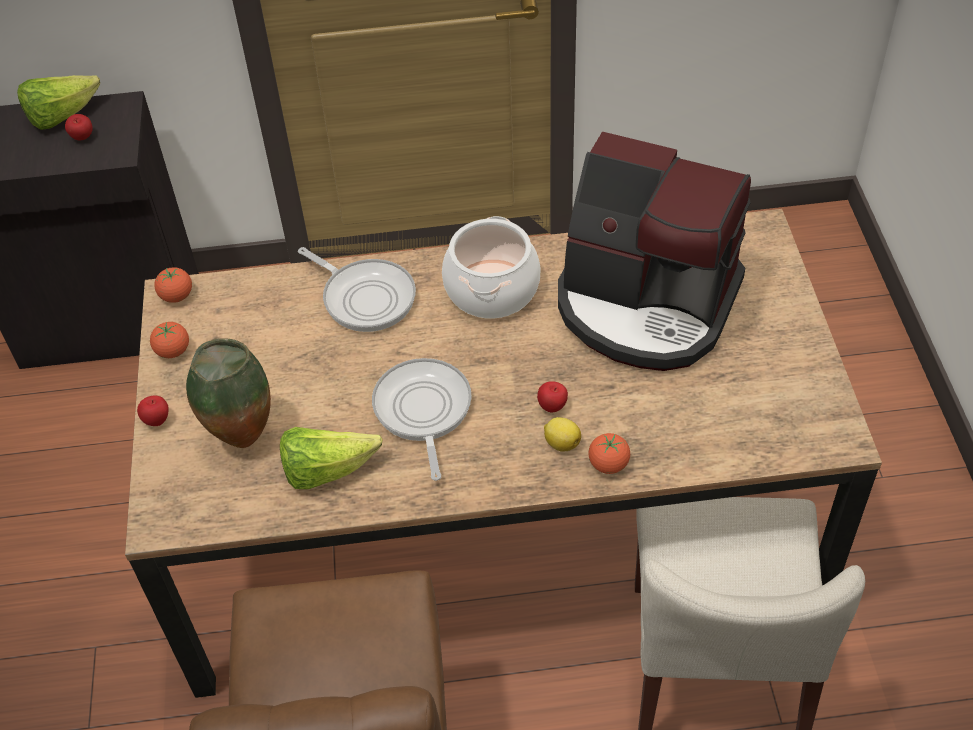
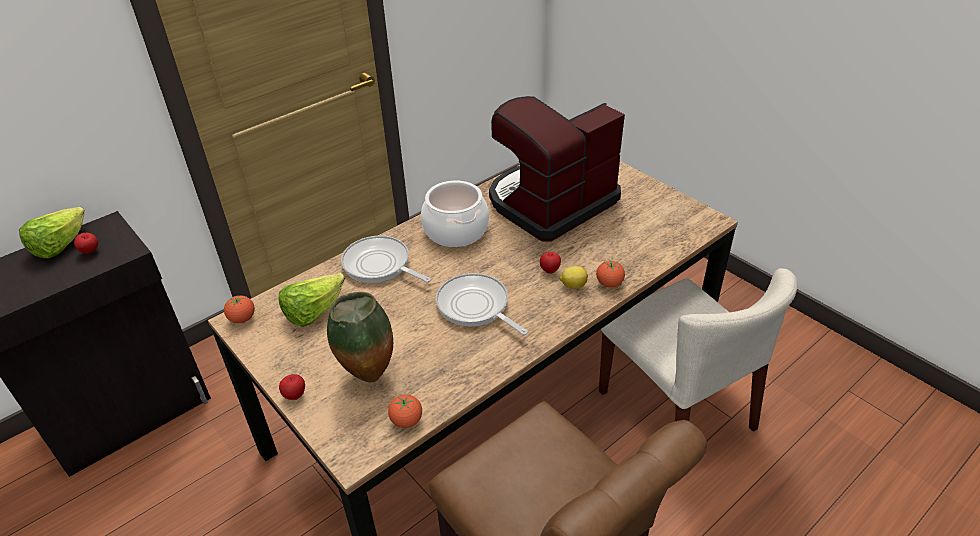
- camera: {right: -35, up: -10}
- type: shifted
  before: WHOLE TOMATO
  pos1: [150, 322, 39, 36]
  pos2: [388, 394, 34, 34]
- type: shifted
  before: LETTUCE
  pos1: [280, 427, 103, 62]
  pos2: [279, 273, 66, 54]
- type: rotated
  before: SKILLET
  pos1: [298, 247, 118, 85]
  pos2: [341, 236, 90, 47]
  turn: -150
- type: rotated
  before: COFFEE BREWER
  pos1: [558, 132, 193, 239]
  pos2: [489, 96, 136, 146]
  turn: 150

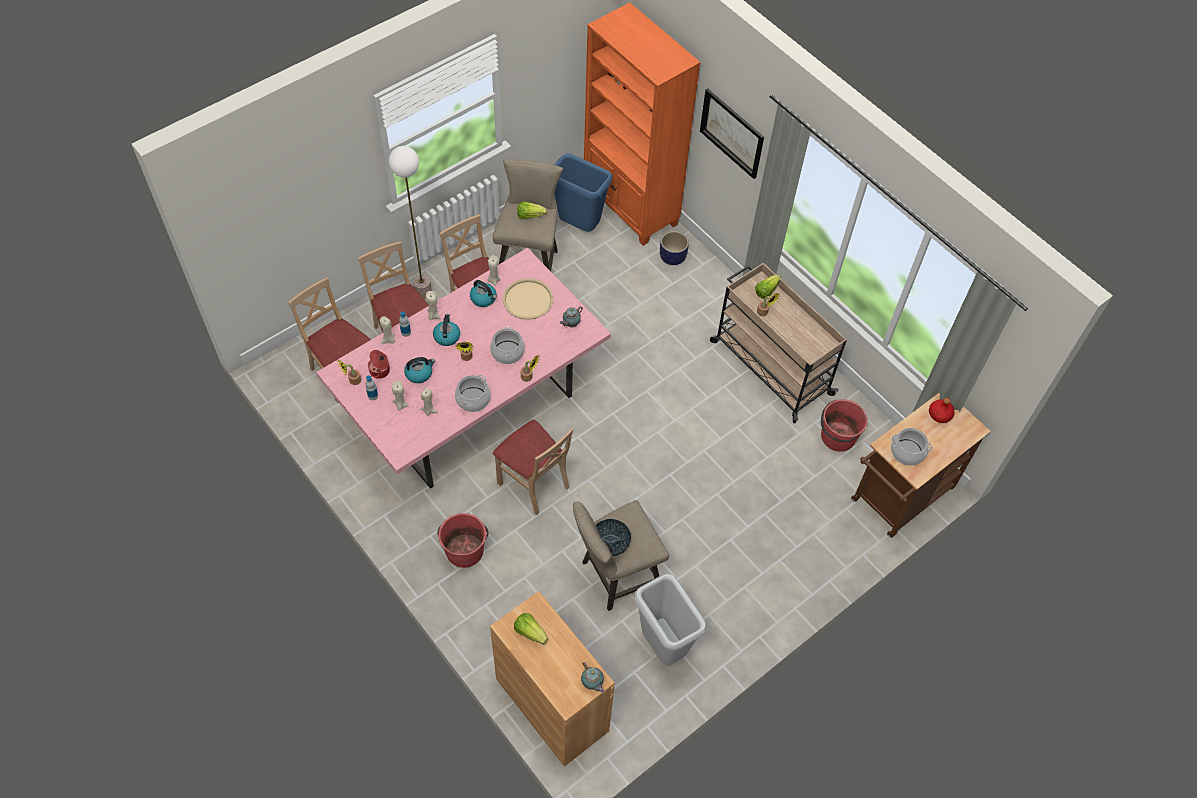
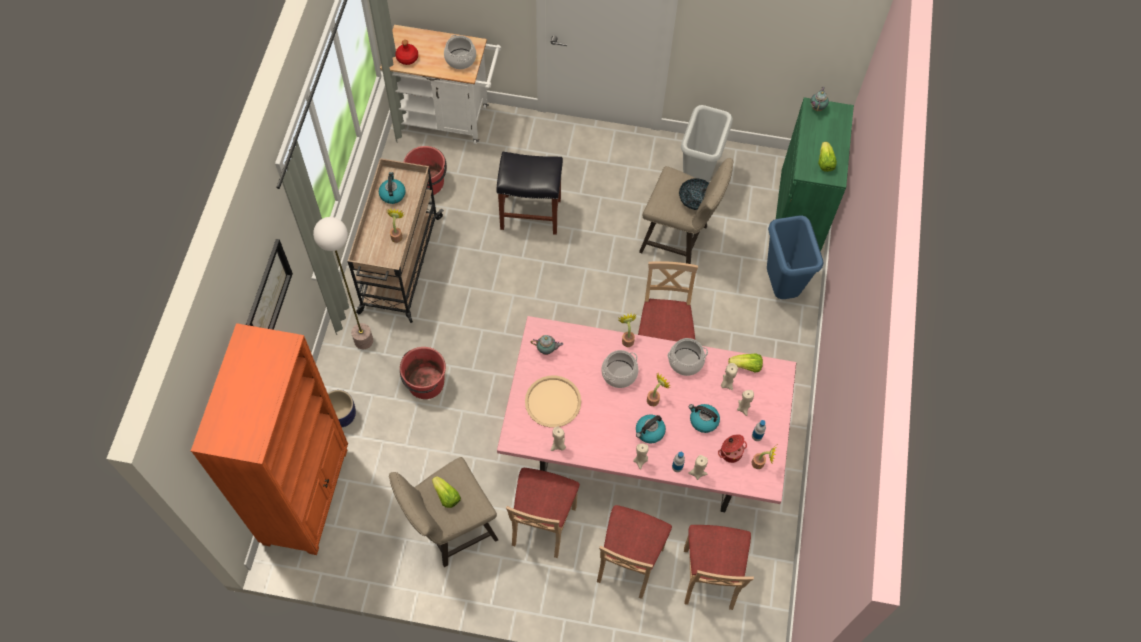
- camera: {right: -130, up: 5}
- type: shifted
  before: STANDING LAMP
  pos1: [389, 146, 43, 154]
  pos2: [313, 217, 60, 132]
- type: shifted
  before: RED BUCKET
  pos1: [437, 513, 52, 55]
  pos2: [400, 347, 46, 52]
- type: shifted
  before: WATER KETTLE
  pos1: [470, 280, 27, 27]
  pos2: [379, 172, 27, 32]
- type: repainted
  before: BROWN STORAGE CABINET
  after: GREENISH STORAGE CABINET
  pos1: [490, 591, 125, 176]
  pos2: [776, 97, 78, 155]
- type: shifted
  before: BLUE-COLOURED TRASH CAN
  pos1: [554, 153, 58, 79]
  pos2: [767, 215, 57, 84]
- type: shifted
  before: LETTUCE
  pos1: [755, 275, 26, 24]
  pos2: [728, 354, 35, 19]
- type: repainted
  before: BROWN WHEELED CART
  after: WHITISH WHEELED CART
  pos1: [851, 393, 140, 145]
  pos2: [380, 25, 121, 119]
- type: new
  after: BLACKISH SITTING STOOL
  pos2: [496, 152, 67, 83]

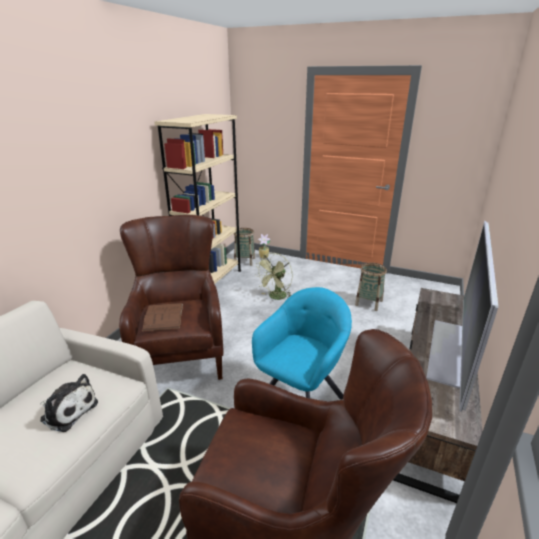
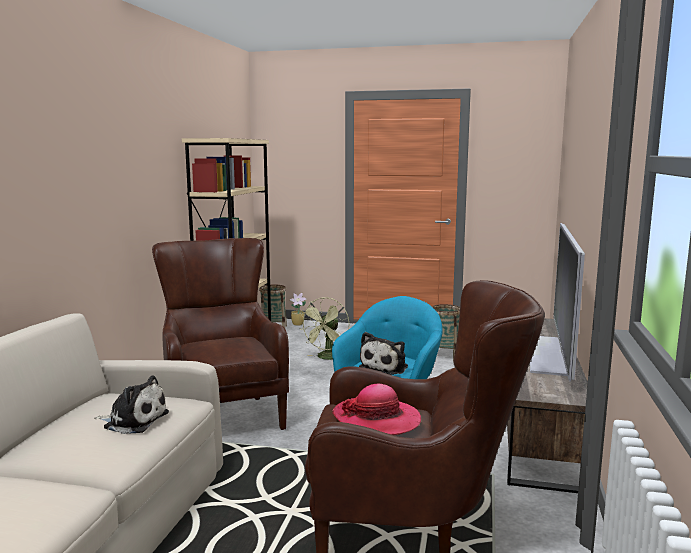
- camera: {right: -10, up: -15}
- type: gone
  before: BROWN BOOK
  pos1: [142, 303, 41, 28]
- type: new
  after: CLOTHING HAT
  pos2: [332, 384, 89, 51]
- type: new
  after: CUDDLY TOY
  pos2: [359, 332, 49, 43]

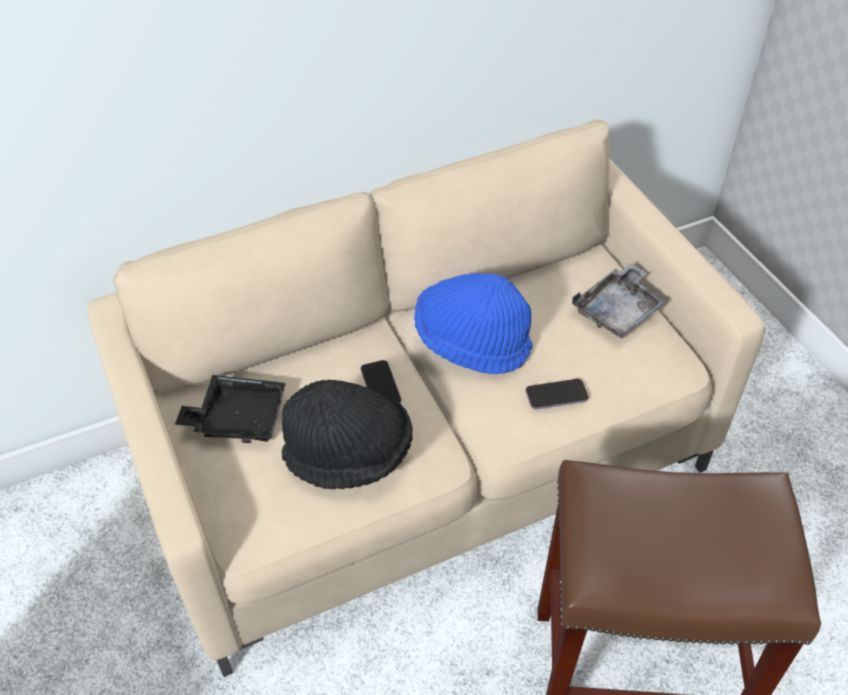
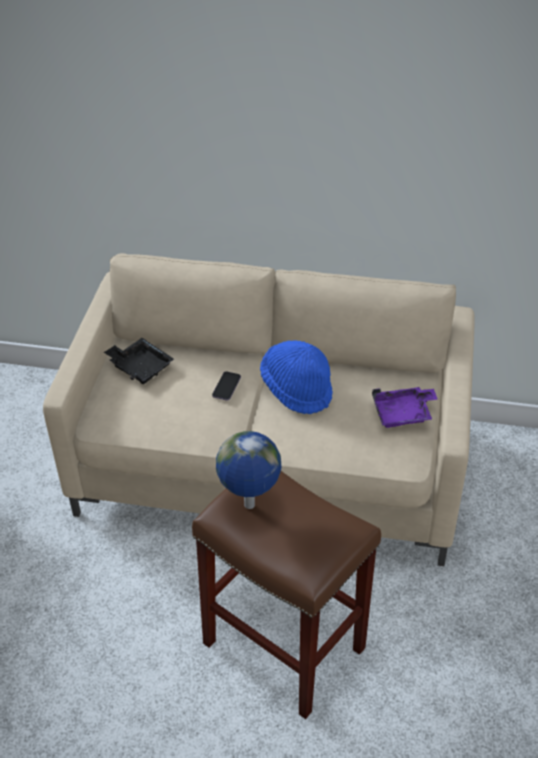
- camera: {right: 35, up: -5}
- type: gone
  before: BLACKISH CLOTHING HAT
  pos1: [282, 380, 131, 109]
- type: gone
  before: TELEPHONE
  pos1: [526, 379, 63, 31]
- type: repainted
  before: GREY CARRYING TRAY
  after: PURPLISH CARRYING TRAY
  pos1: [572, 263, 95, 75]
  pos2: [372, 387, 65, 41]
- type: new
  after: DESK GLOBE
  pos2: [216, 431, 65, 78]

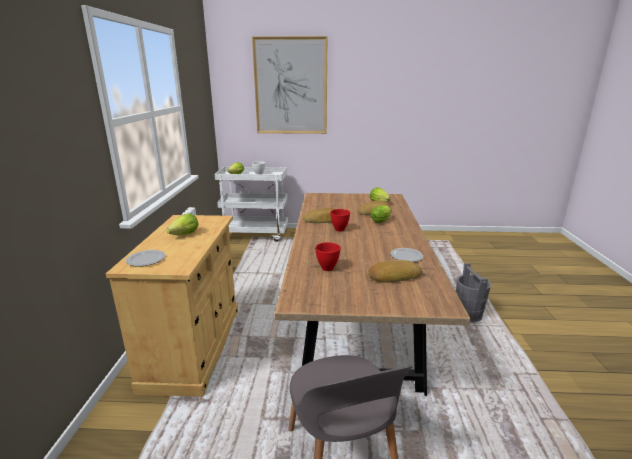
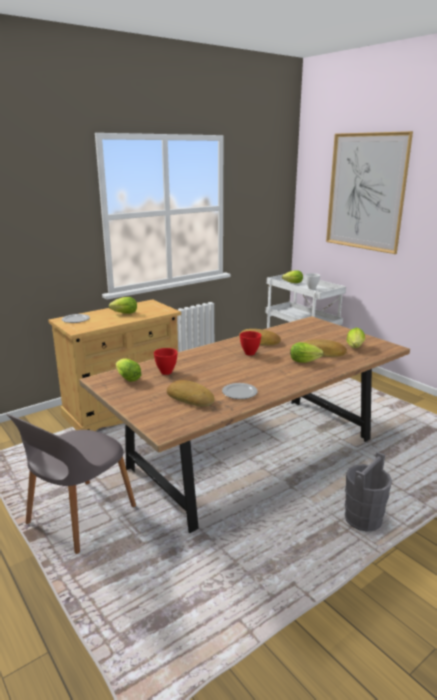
- camera: {right: 50, up: 0}
- type: new
  after: LETTUCE
  pos2: [116, 359, 26, 23]

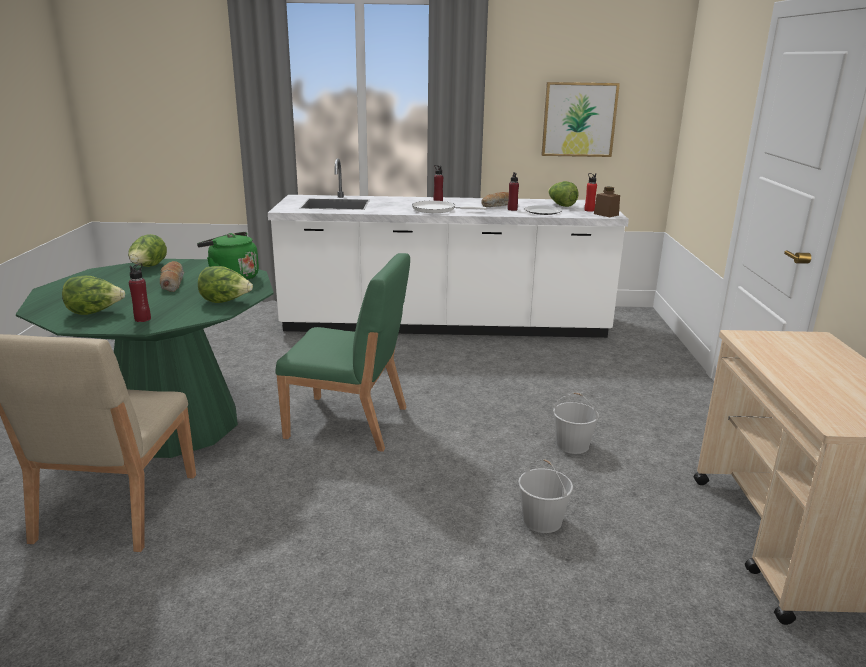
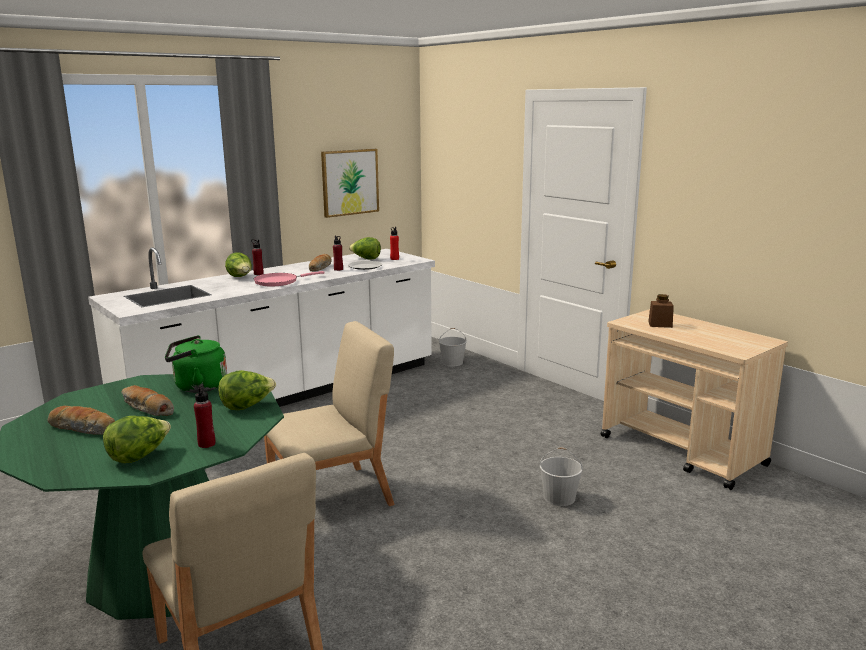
- camera: {right: -40, up: -5}
- type: shifted
  before: LETTUCE
  pos1: [128, 234, 39, 33]
  pos2: [225, 253, 27, 24]
- type: repainted
  before: GREENISH PLAIN CHAIR
  after: BEIGE-COLOURED PLAIN CHAIR
  pos1: [275, 253, 135, 199]
  pos2: [264, 321, 131, 185]
- type: repainted
  before: WHITISH SKILLET
  after: PINK-COLOURED SKILLET
  pos1: [412, 201, 75, 12]
  pos2: [254, 271, 71, 15]
- type: shifted
  before: WHITISH BUCKET
  pos1: [553, 393, 46, 61]
  pos2: [439, 328, 28, 38]
- type: shifted
  before: BROWN PRESERVE JAR
  pos1: [594, 187, 26, 30]
  pos2: [648, 294, 26, 34]
- type: new
  after: BREAD
  pos2: [48, 406, 67, 29]

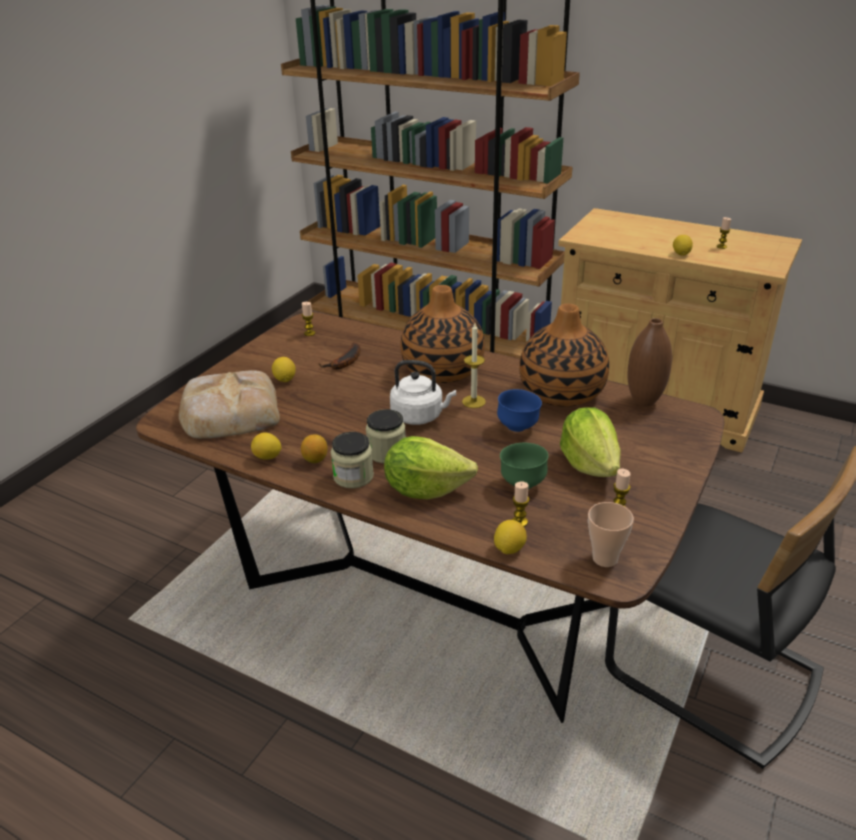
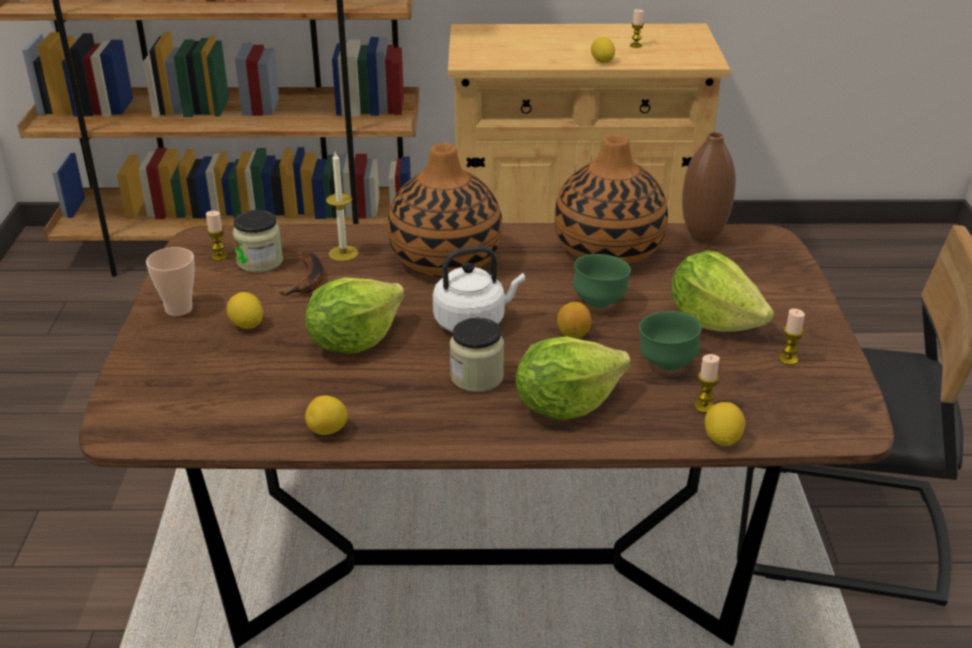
- camera: {right: -30, up: 0}
- type: gone
  before: BREAD
  pos1: [179, 370, 101, 69]
- type: shifted
  before: LEMON
  pos1: [301, 434, 26, 29]
  pos2: [557, 302, 34, 37]
- type: shifted
  before: PRESERVE JAR
  pos1: [331, 432, 43, 56]
  pos2: [233, 210, 50, 63]
- type: shifted
  before: WAX CANDLE
  pos1: [462, 323, 24, 85]
  pos2: [326, 152, 33, 109]
- type: repainted
  before: BLUE-COLOURED BOWL
  after: GREENISH BOWL
  pos1: [497, 389, 45, 43]
  pos2: [573, 254, 58, 54]
- type: shifted
  before: CUP
  pos1: [588, 502, 46, 65]
  pos2: [146, 247, 49, 69]
- type: new
  after: LETTUCE
  pos2: [305, 277, 100, 77]

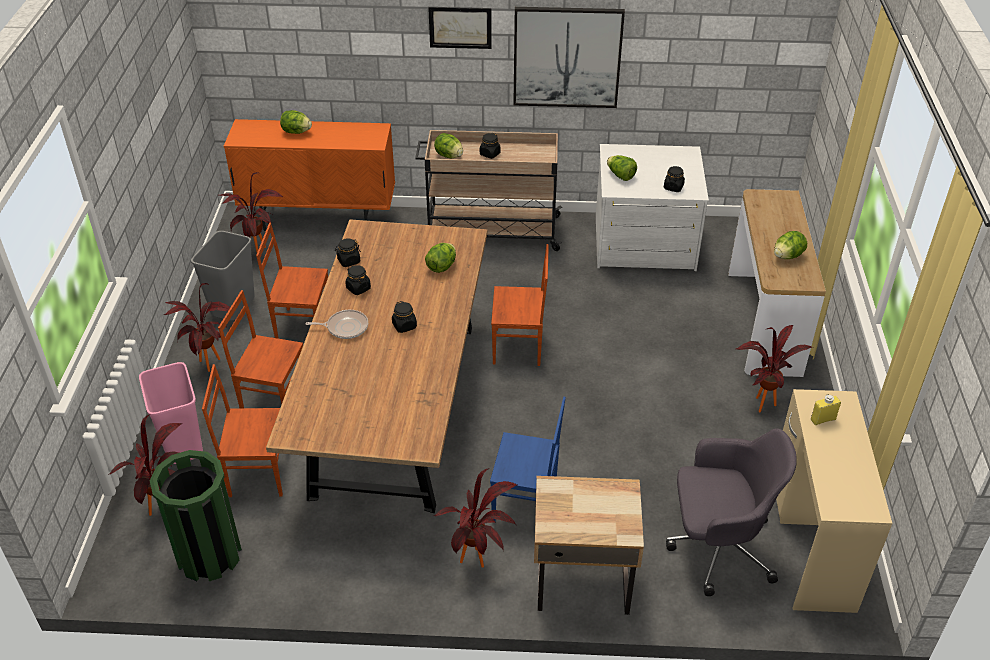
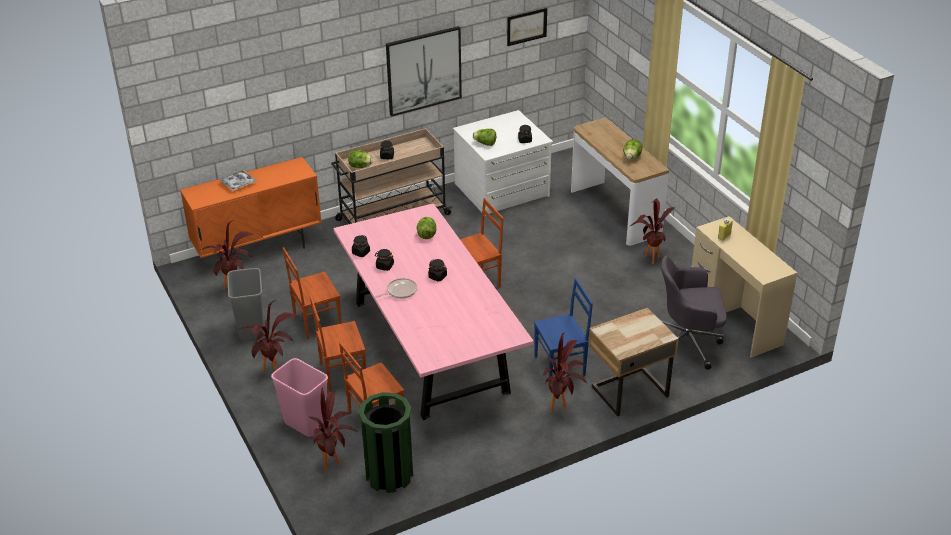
- camera: {right: -30, up: -5}
- type: repainted
  before: BROWN KITCHEN TABLE
  after: PINK-COLOURED KITCHEN TABLE
  pos1: [266, 219, 221, 294]
  pos2: [334, 203, 200, 217]
- type: swapped
  before: LETTUCE
  after: CARRYING TRAY
  pos1: [280, 110, 32, 24]
  pos2: [219, 170, 38, 21]
- type: shifted
  before: PICTURE
  pos1: [428, 7, 63, 42]
  pos2: [507, 8, 40, 38]
- type: rotated
  before: GREY COMPUTER CHAIR
  pos1: [666, 428, 131, 168]
  pos2: [660, 256, 67, 114]
  turn: -150

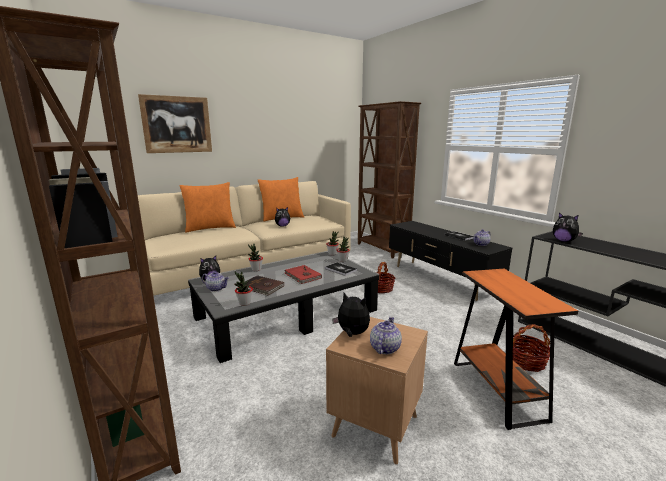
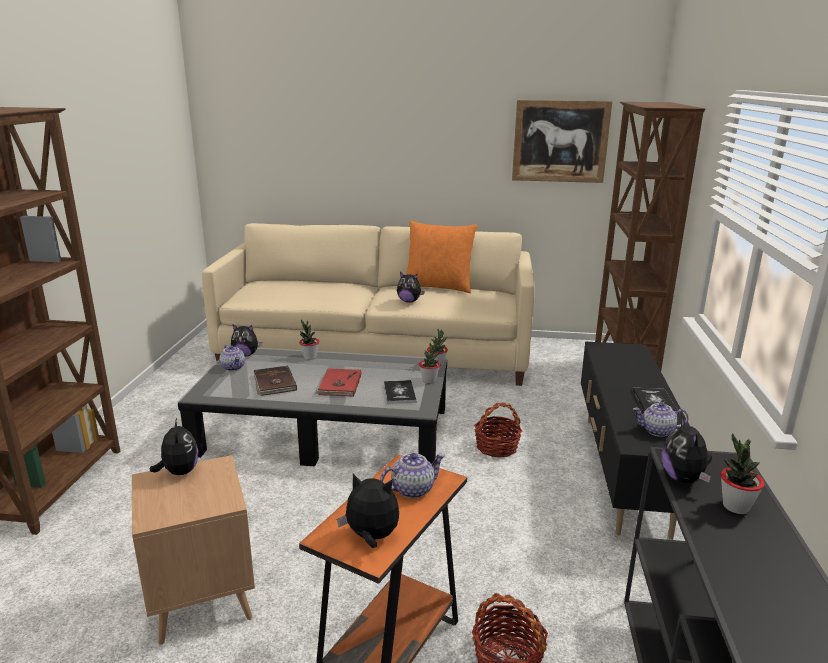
- camera: {right: 40, up: 5}
- type: shifted
  before: PICTURE
  pos1: [138, 94, 74, 59]
  pos2: [512, 100, 100, 83]
- type: gone
  before: ORANGE-COLOURED CUSHION
  pos1: [180, 182, 56, 51]
- type: shifted
  before: HOUSEPLANT
  pos1: [235, 271, 18, 35]
  pos2: [721, 433, 44, 81]
- type: shifted
  before: POT FOR TEA
  pos1: [370, 317, 32, 37]
  pos2: [380, 453, 65, 45]
- type: new
  after: CUDDLY TOY
  pos2: [337, 474, 62, 74]

